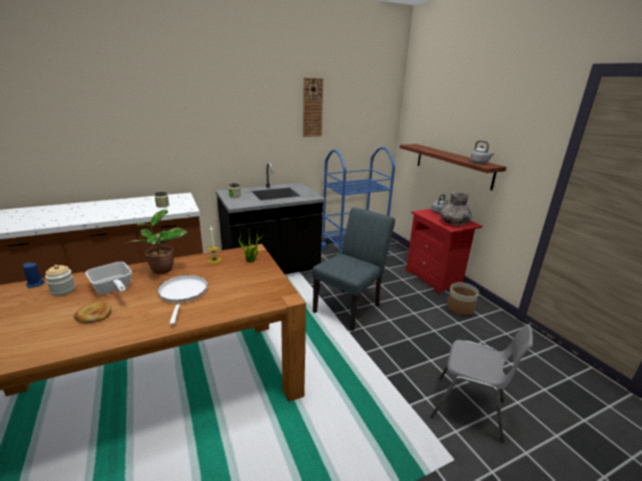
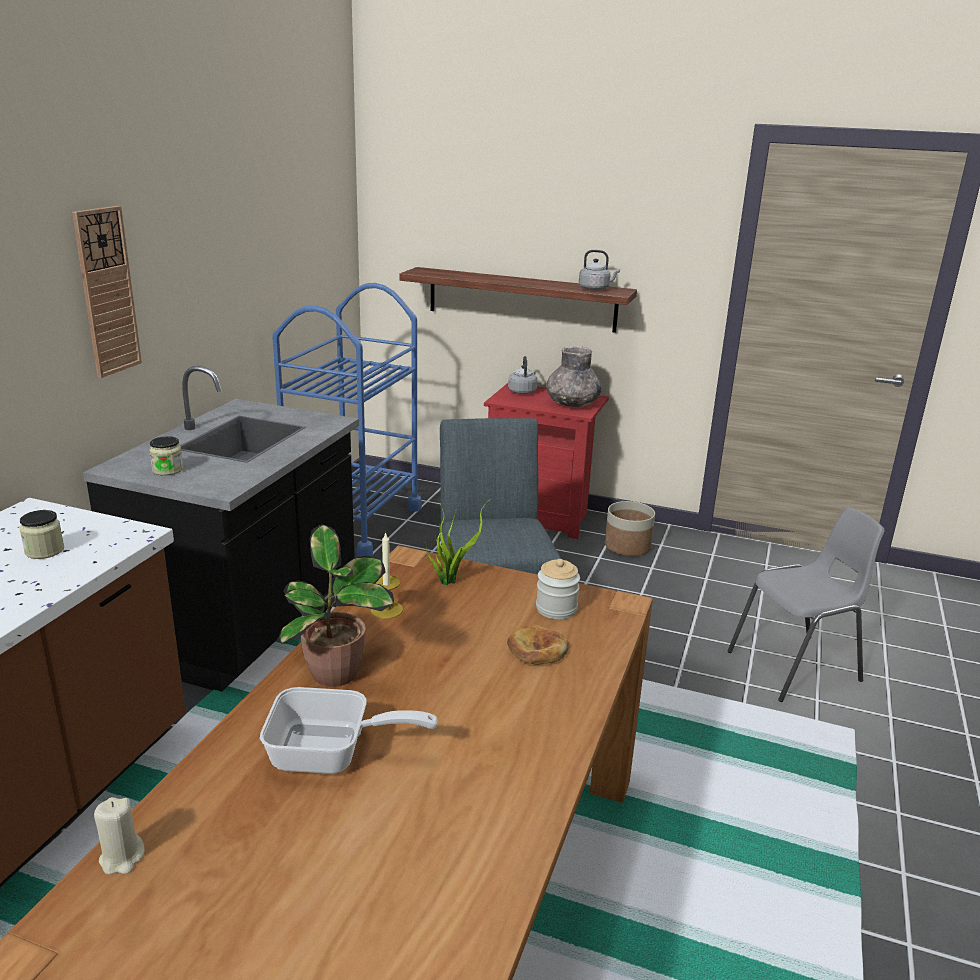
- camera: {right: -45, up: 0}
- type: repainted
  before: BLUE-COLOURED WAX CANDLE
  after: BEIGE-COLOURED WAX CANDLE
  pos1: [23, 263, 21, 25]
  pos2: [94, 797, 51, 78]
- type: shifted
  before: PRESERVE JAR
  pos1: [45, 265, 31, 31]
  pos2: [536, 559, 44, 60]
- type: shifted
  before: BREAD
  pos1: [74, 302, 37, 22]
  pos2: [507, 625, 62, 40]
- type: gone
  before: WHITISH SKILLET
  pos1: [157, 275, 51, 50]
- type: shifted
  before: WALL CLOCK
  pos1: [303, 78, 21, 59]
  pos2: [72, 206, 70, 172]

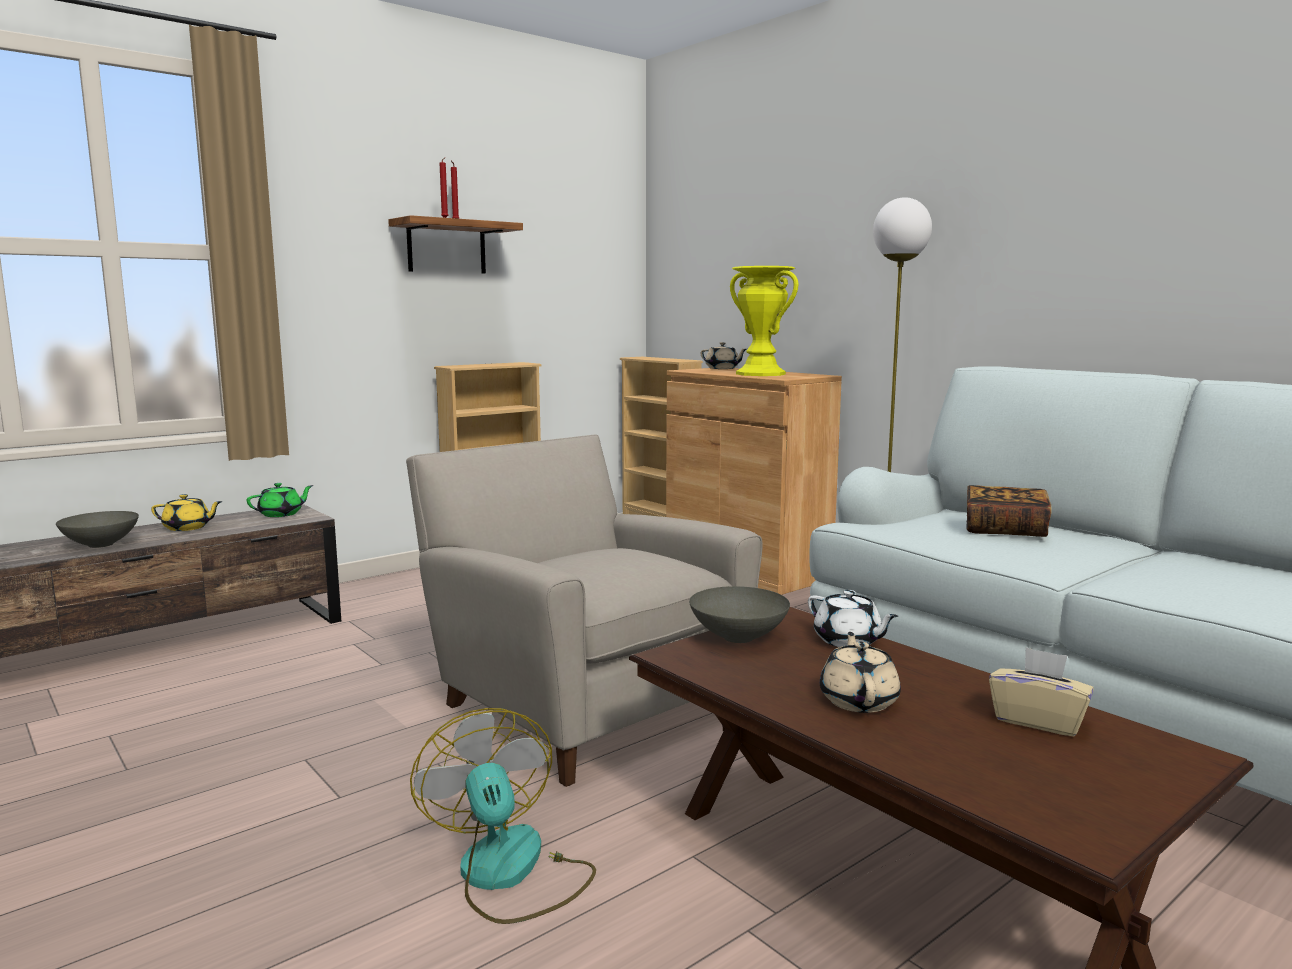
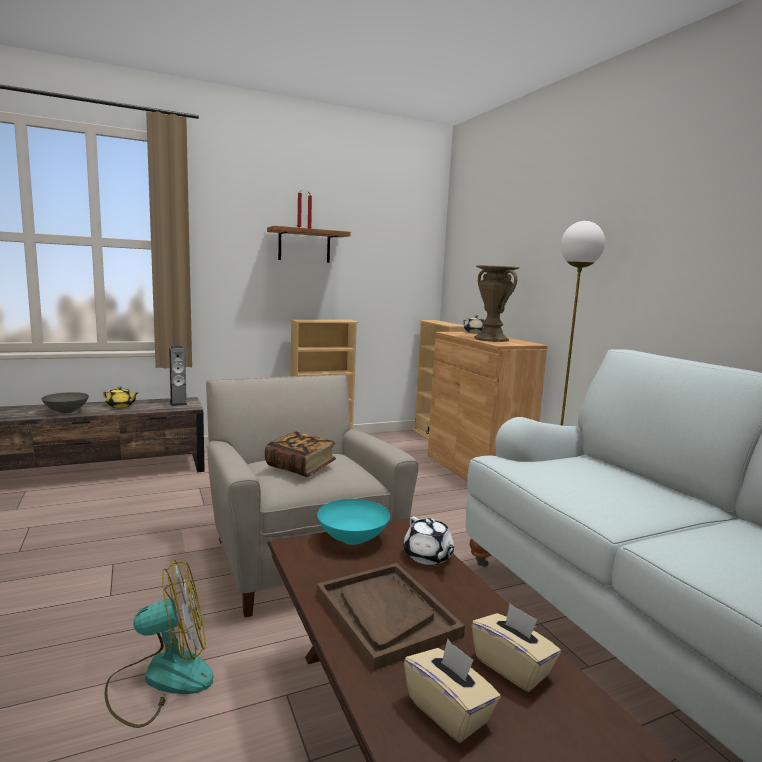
- camera: {right: 15, up: 0}
- type: swapped
  before: GREENISH POT FOR TEA
  after: SPEAKER
  pos1: [247, 483, 67, 34]
  pos2: [169, 346, 18, 60]
- type: rotated
  before: COOLING FAN
  pos1: [410, 708, 186, 216]
  pos2: [105, 560, 108, 168]
  turn: 75
- type: repainted
  before: GREY BOWL
  after: TURQUOISE BOWL
  pos1: [689, 586, 101, 57]
  pos2: [317, 499, 73, 46]
- type: repainted
  before: YELLOW FLOWER VASE
  after: BROWN FLOWER VASE
  pos1: [730, 266, 69, 110]
  pos2: [475, 265, 44, 77]
- type: swapped
  before: BEIGE-COLOURED POT FOR TEA
  after: BROWN CARRYING TRAY
  pos1: [820, 632, 81, 81]
  pos2: [317, 563, 148, 108]
- type: shifted
  before: BOOK
  pos1: [966, 485, 86, 52]
  pos2: [265, 431, 71, 46]
- type: new
  after: BEIGE-COLOURED TISSUE BOX
  pos2: [404, 639, 96, 104]

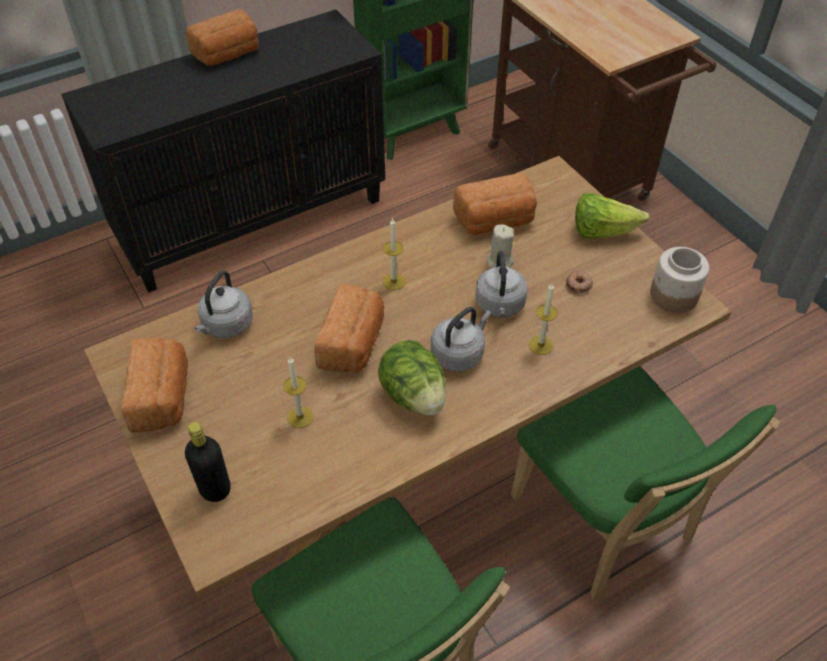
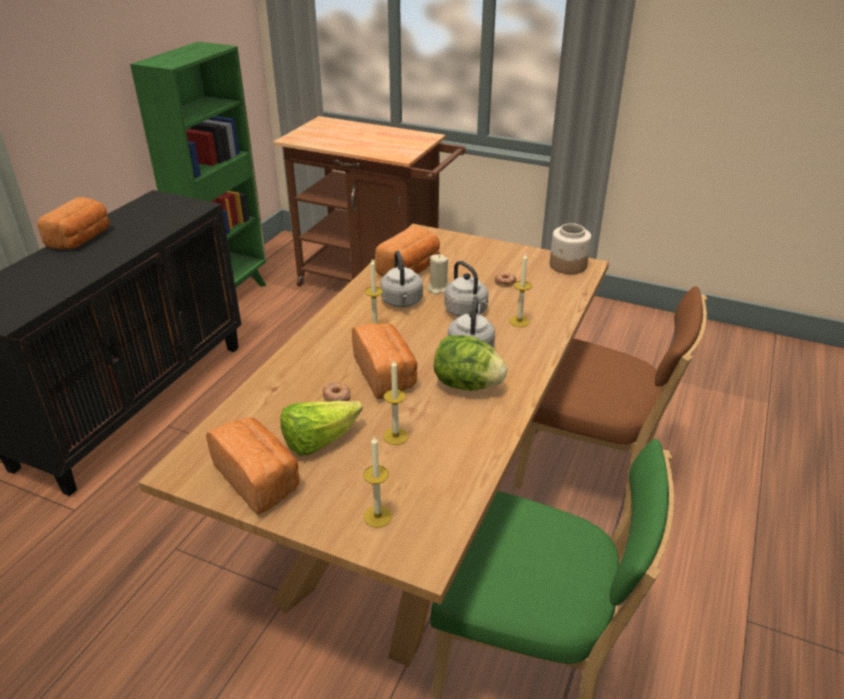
- camera: {right: -35, up: -15}
- type: swapped
  before: BLACKISH DRINK BOTTLE
  after: WAX CANDLE
  pos1: [185, 422, 46, 80]
  pos2: [363, 436, 29, 92]
- type: shifted
  before: GREY WATER KETTLE
  pos1: [194, 270, 59, 68]
  pos2: [380, 251, 43, 57]
- type: repainted
  before: GREENISH PLAIN CHAIR
  after: BROWN PLAIN CHAIR
  pos1: [511, 366, 270, 234]
  pos2: [514, 286, 193, 230]
- type: shifted
  before: LETTUCE
  pos1: [575, 193, 75, 46]
  pos2: [280, 401, 83, 55]
- type: new
  after: DOUGHNUT
  pos2: [323, 382, 28, 20]

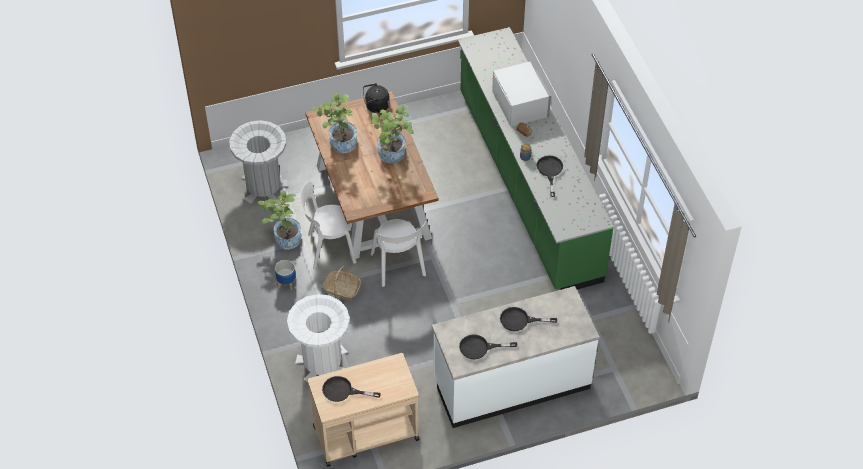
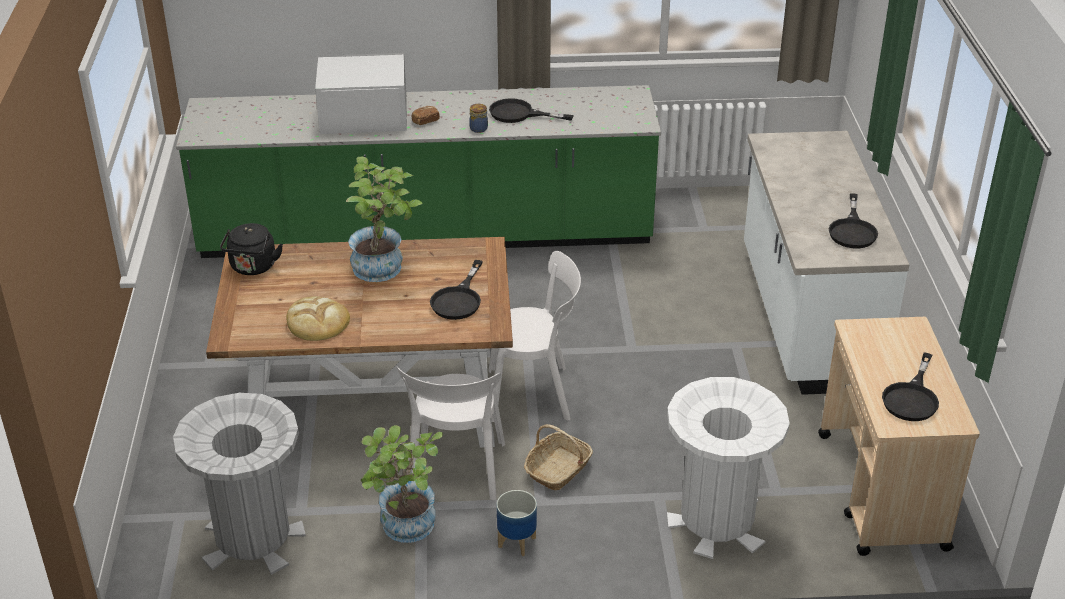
- camera: {right: -75, up: -15}
- type: swapped
  before: HOUSEPLANT
  after: BREAD
  pos1: [312, 93, 45, 60]
  pos2: [286, 296, 64, 45]
- type: shifted
  before: BLACKISH SKILLET
  pos1: [500, 307, 57, 24]
  pos2: [430, 260, 53, 60]

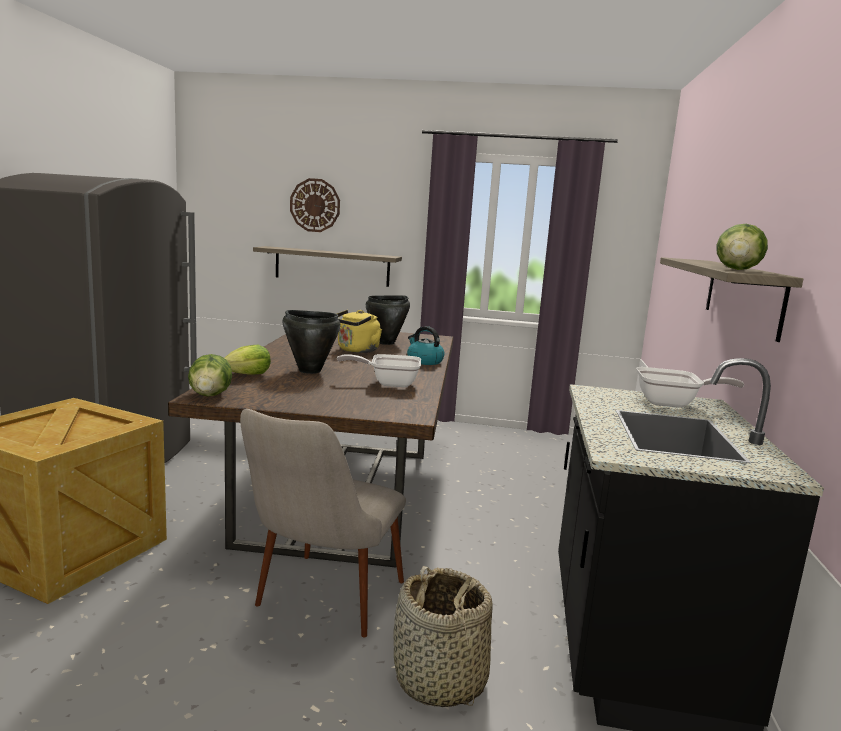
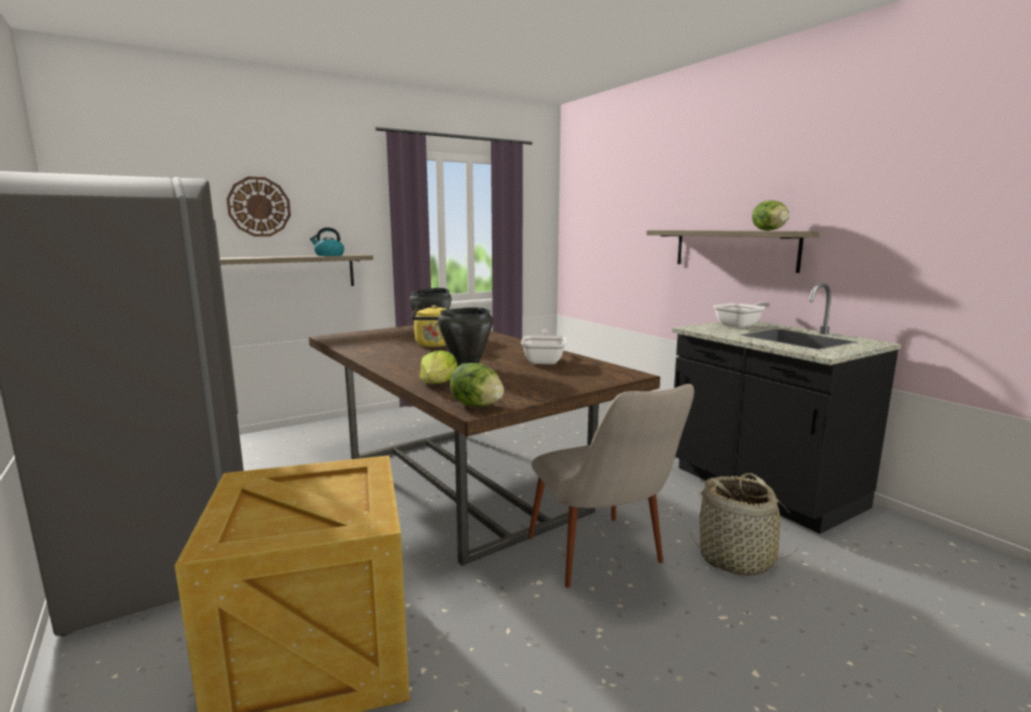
- camera: {right: -40, up: 0}
- type: rotated
  before: SKILLET
  pos1: [337, 354, 84, 33]
  pos2: [521, 329, 45, 35]
  turn: 135
- type: shifted
  before: WATER KETTLE
  pos1: [407, 326, 38, 39]
  pos2: [310, 227, 34, 29]

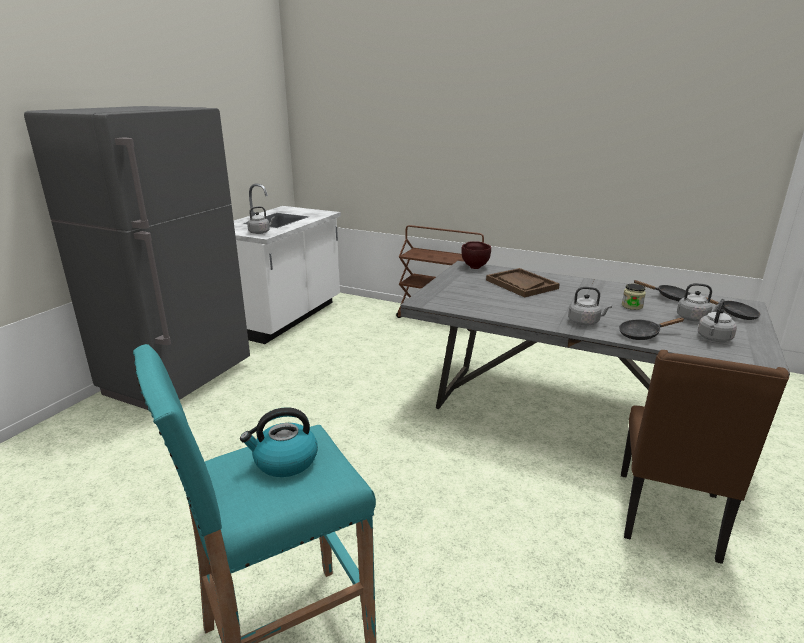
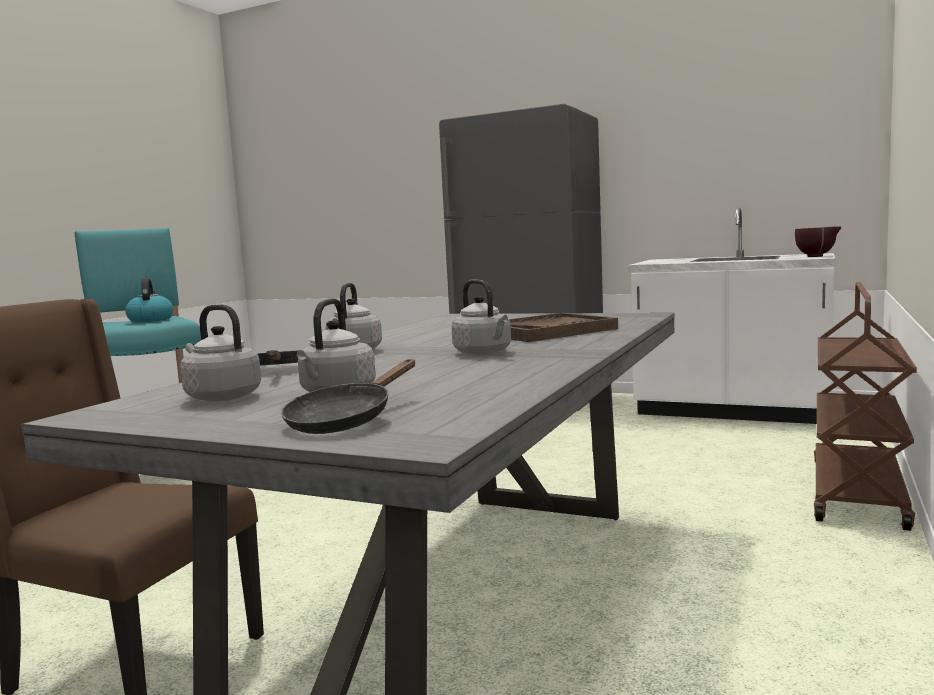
- camera: {right: 90, up: -15}
- type: shifted
  before: GREY WATER KETTLE
  pos1: [247, 206, 28, 28]
  pos2: [451, 279, 60, 76]
- type: shifted
  before: BROWN BOWL
  pos1: [461, 241, 30, 28]
  pos2: [795, 226, 46, 31]
- type: gone
  before: PRESERVE JAR
  pos1: [622, 284, 24, 26]
- type: gone
  before: BLACKISH SKILLET
  pos1: [633, 280, 58, 21]

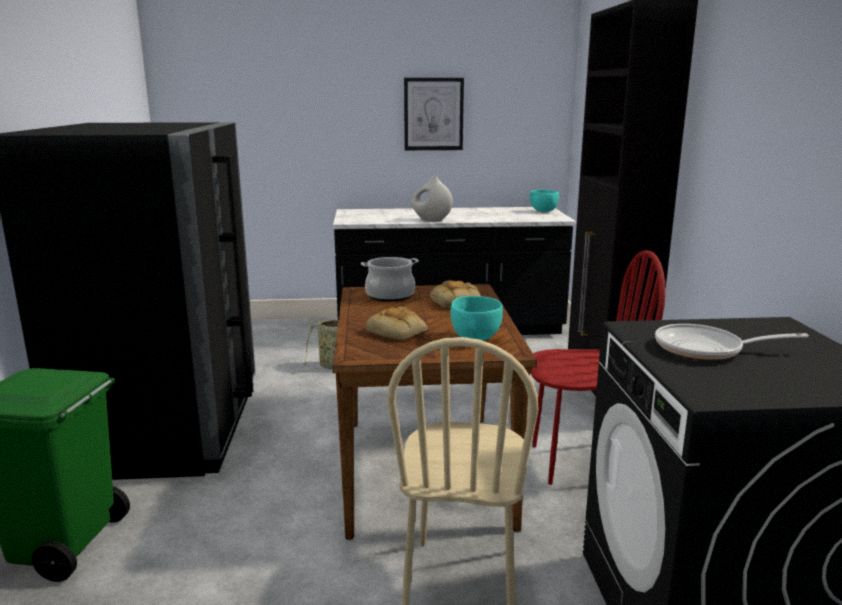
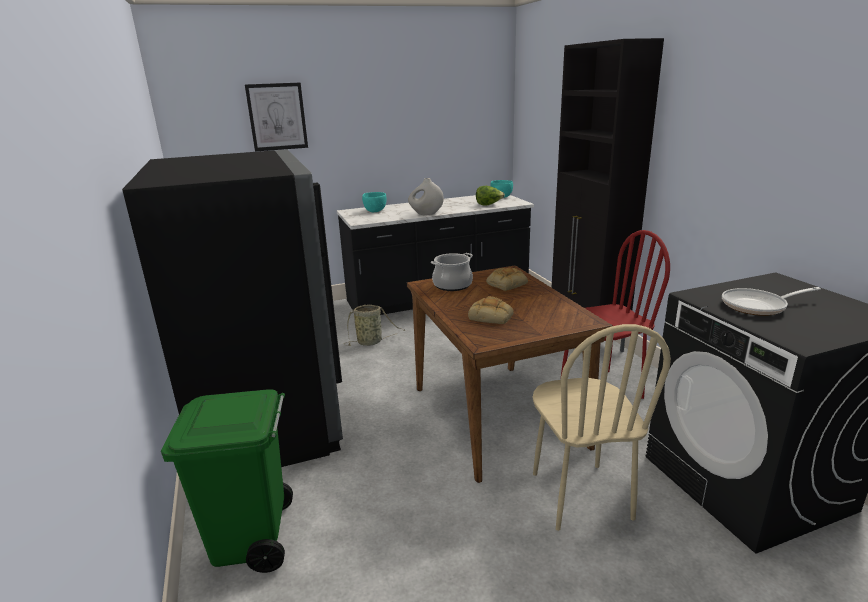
- camera: {right: -15, up: 5}
- type: shifted
  before: PICTURE
  pos1: [404, 78, 60, 72]
  pos2: [245, 83, 63, 69]
- type: shifted
  before: TURQUOISE BOWL
  pos1: [451, 296, 52, 45]
  pos2: [362, 192, 24, 21]
- type: new
  after: LETTUCE
  pos2: [476, 186, 29, 20]

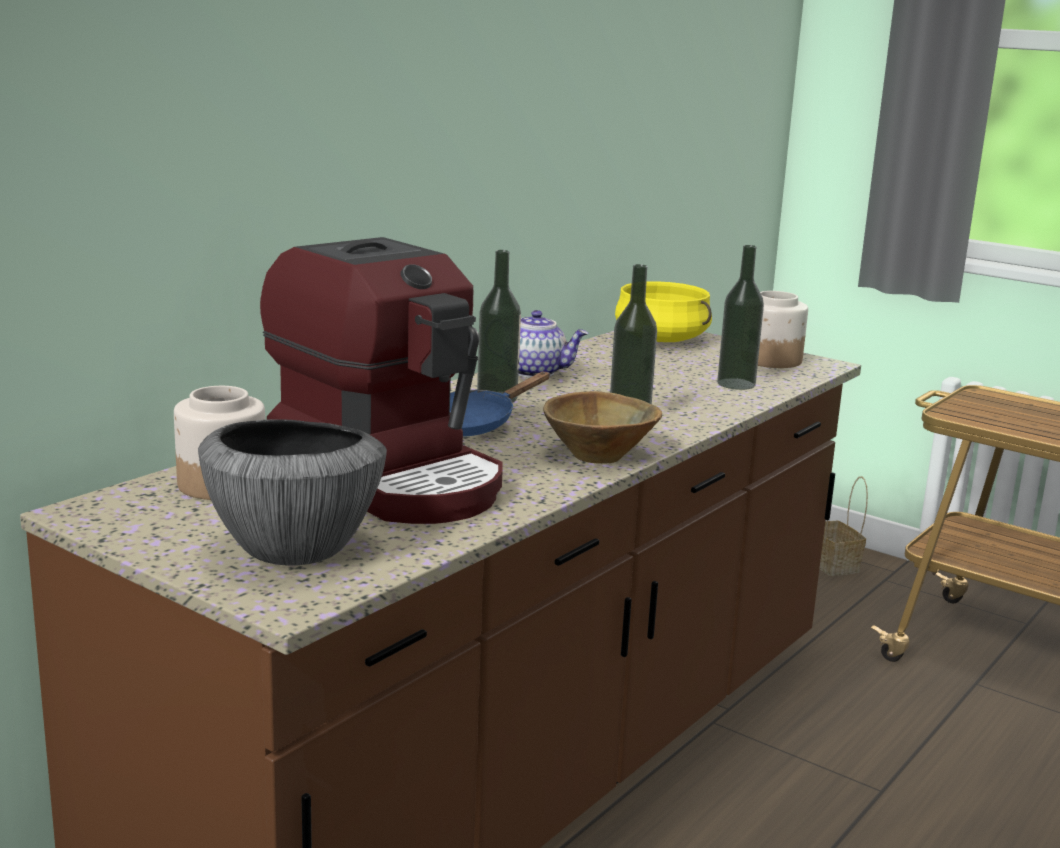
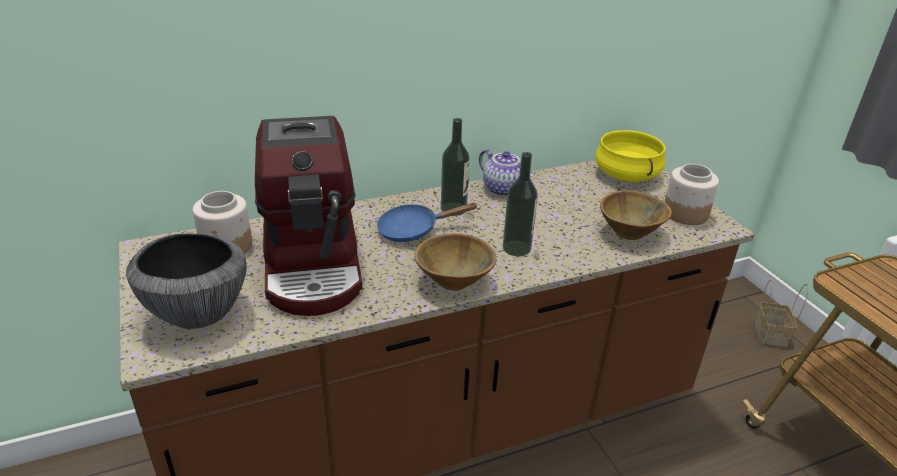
- camera: {right: 30, up: 15}
- type: swapped
  before: DRINK BOTTLE
  after: BROWN BOWL
  pos1: [717, 245, 47, 145]
  pos2: [600, 190, 72, 50]

